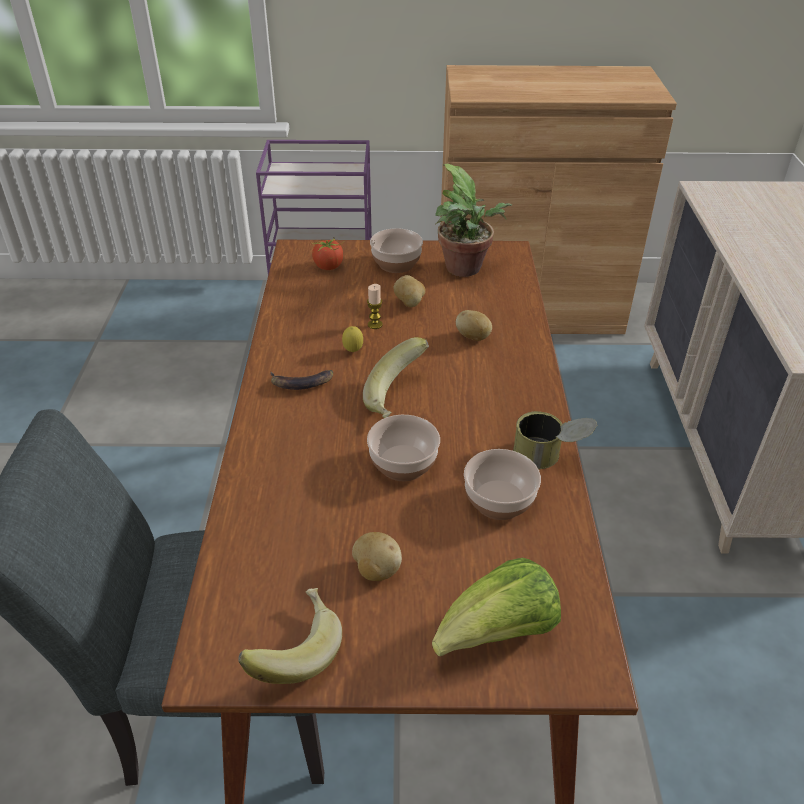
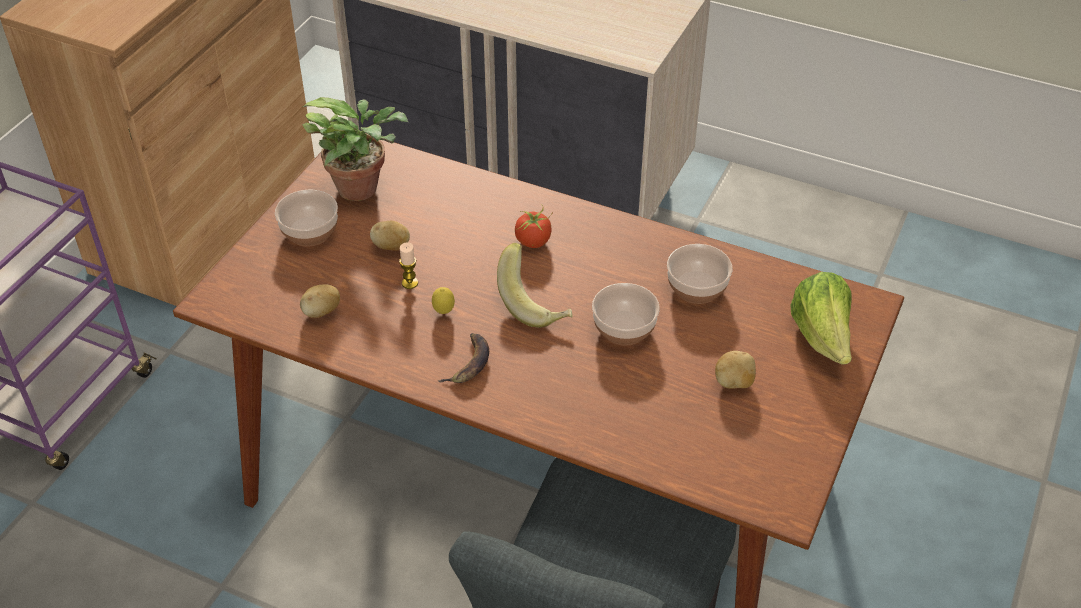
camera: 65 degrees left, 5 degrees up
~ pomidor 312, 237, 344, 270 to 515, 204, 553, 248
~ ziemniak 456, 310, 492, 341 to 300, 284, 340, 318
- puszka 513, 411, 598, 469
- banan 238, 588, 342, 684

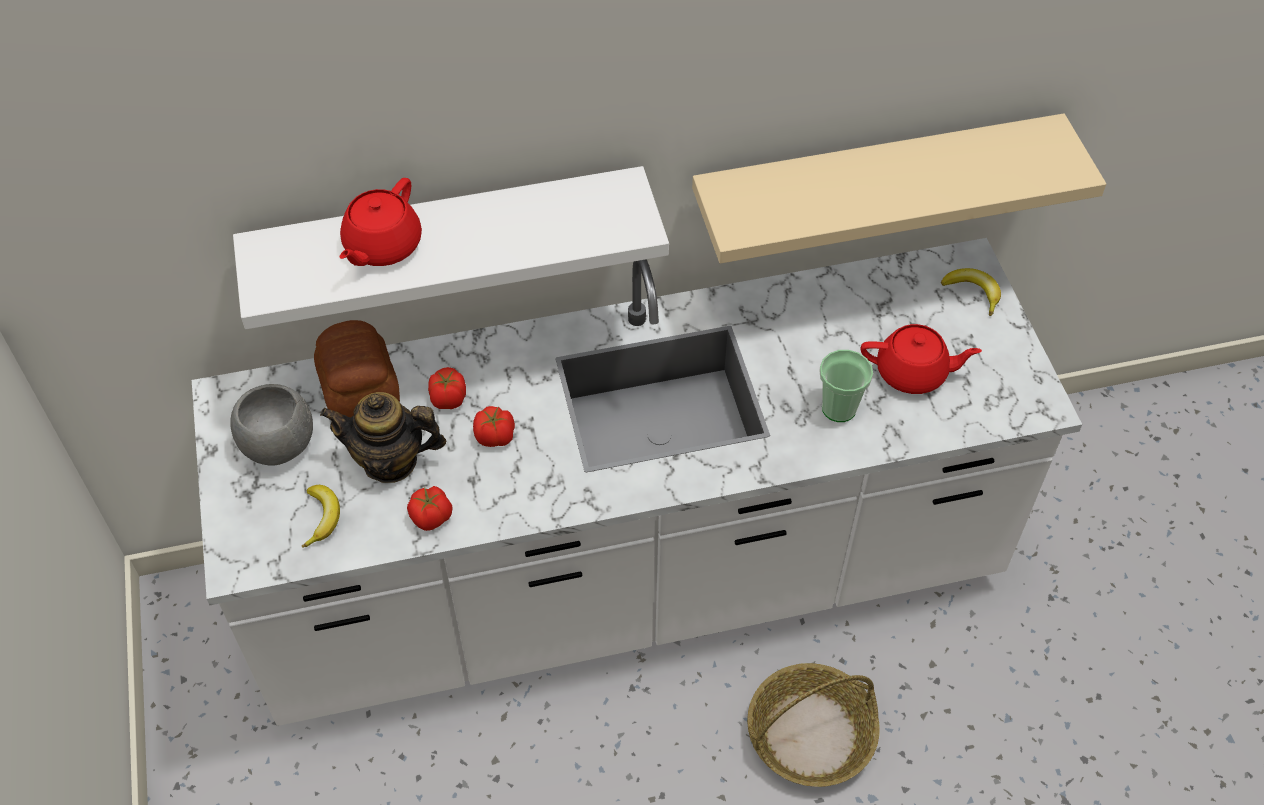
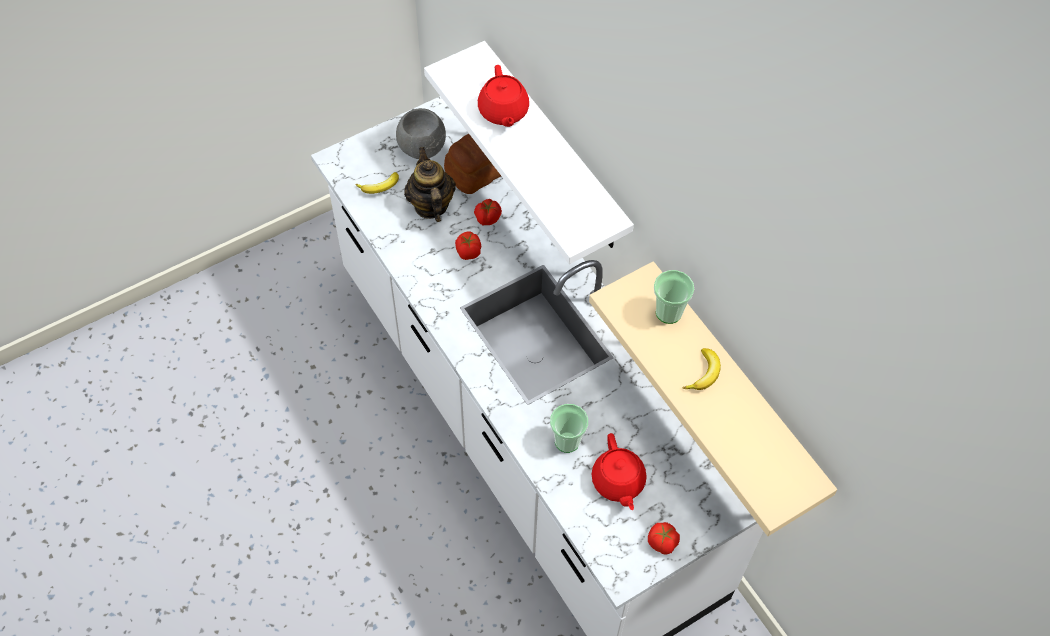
camera: 70 degrees right, 5 degrees up
~ imbryk/czerwony 340, 178, 422, 266 = 478, 65, 529, 127 105 degrees counterclockwise
~ banan 941, 268, 1001, 316 to 683, 348, 721, 390
~ pomidor 407, 486, 452, 531 to 648, 522, 680, 555
- koszyk 747, 663, 880, 787
+ filiżanka 654, 270, 694, 324

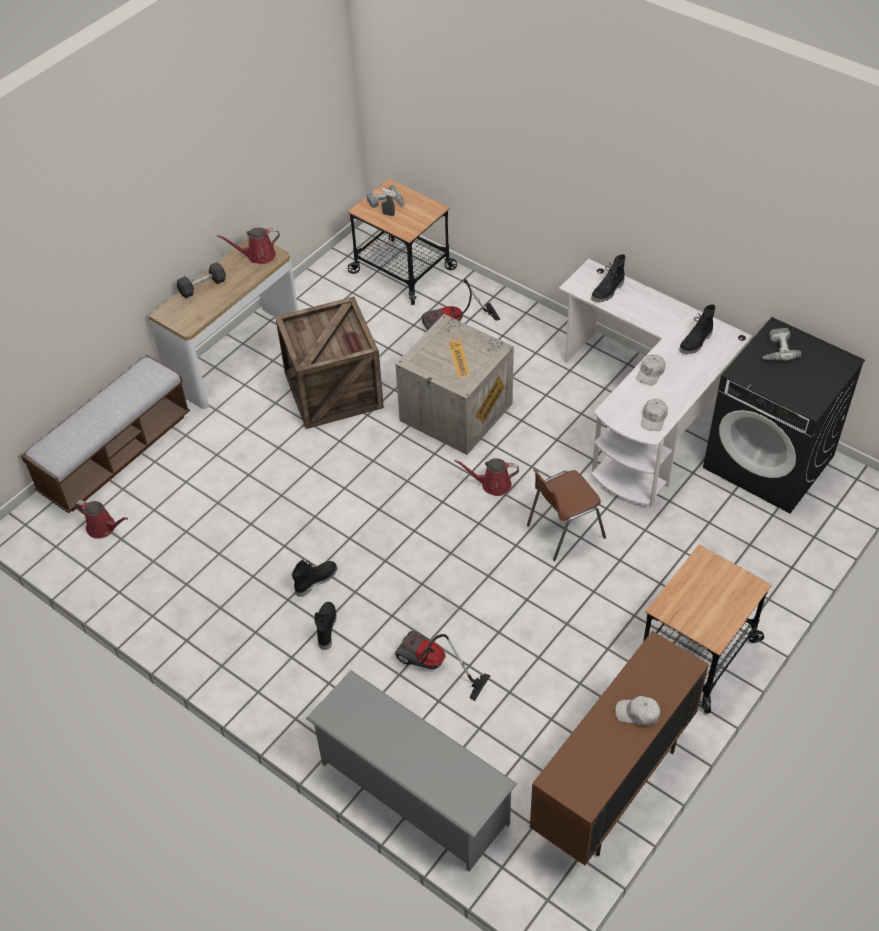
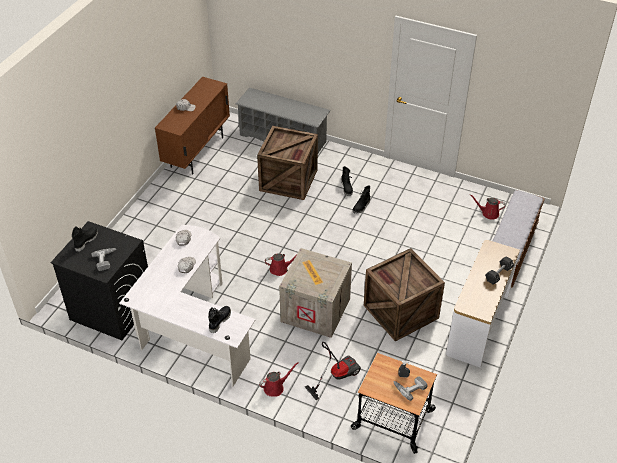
camera: 165 degrees right, 5 degrees down
~ konewka/czerwony 217, 227, 280, 264 to 259, 362, 298, 397
~ but z cholewką/czarny 679, 304, 715, 354 to 72, 226, 98, 252
- krzesło/brązowy 527, 469, 606, 561
- wózek 643, 544, 772, 713
~ odkurzacz 395, 631, 490, 701 to skrzynka 257, 126, 318, 200

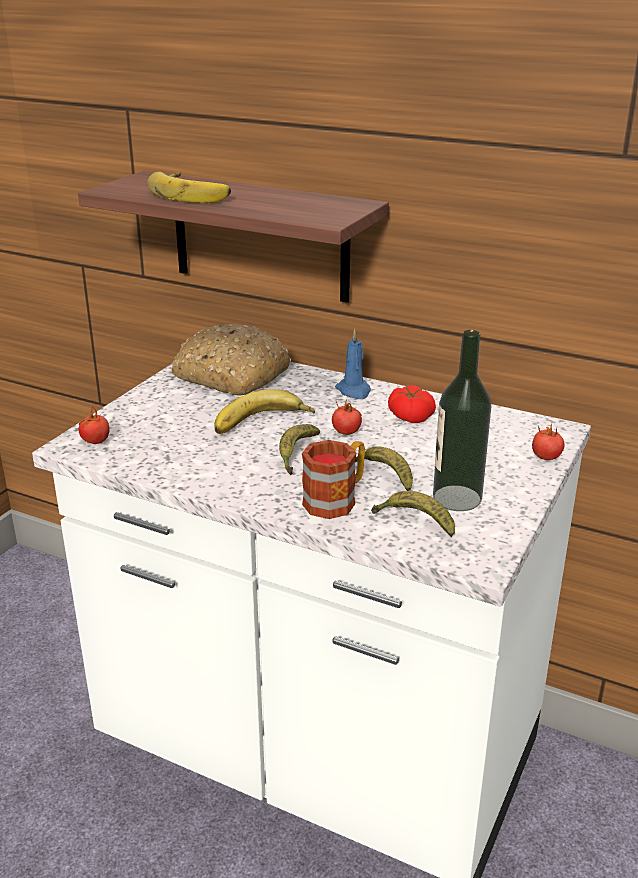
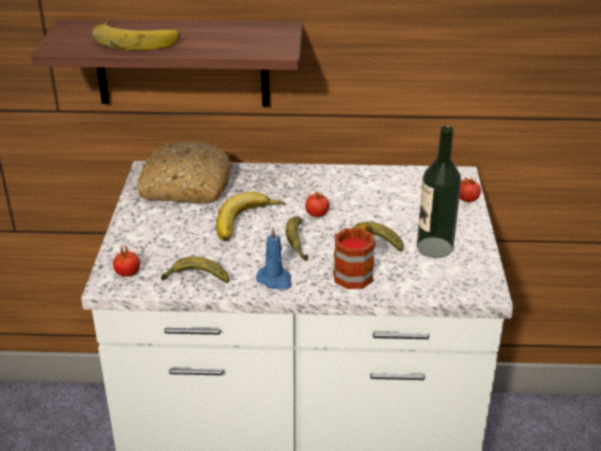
camera: 25 degrees left, 5 degrees up
~ świeca/niebieski 335, 329, 371, 399 to 256, 227, 292, 290
- pomidor 388, 385, 436, 423
~ banan 371, 491, 455, 537 to 161, 256, 229, 283

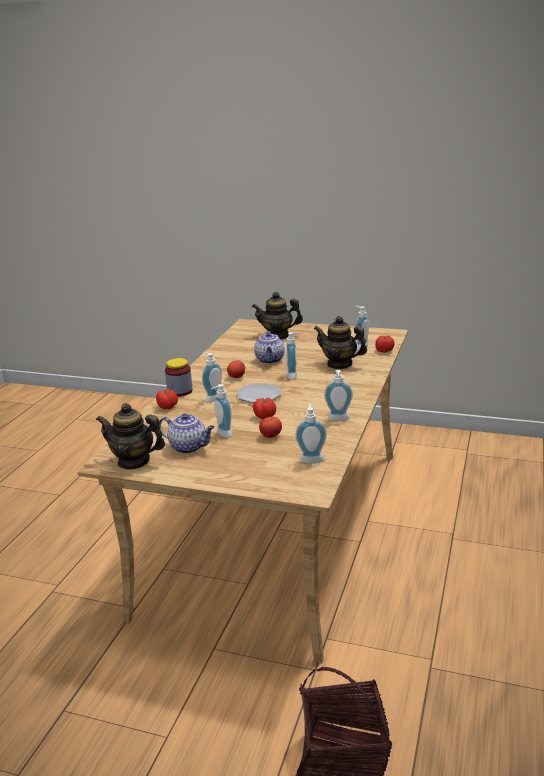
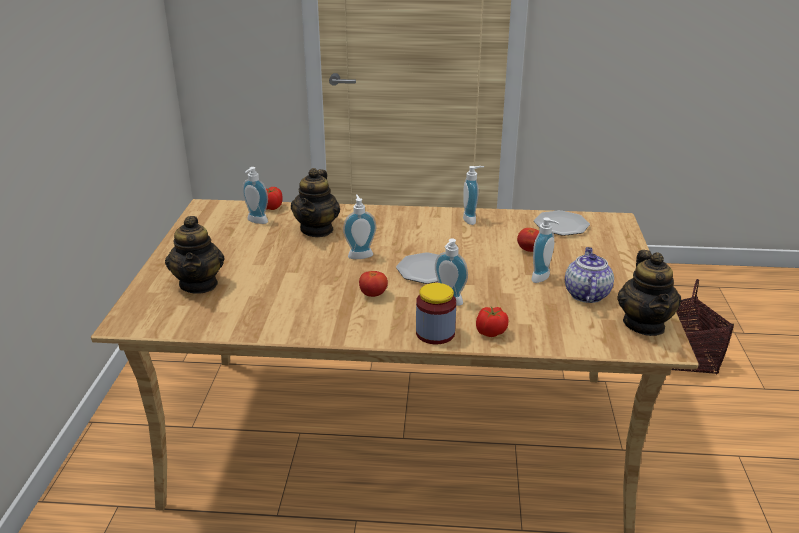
camera: 105 degrees left, 5 degrees up
- imbryk 254, 331, 285, 364
- pomidor 253, 398, 276, 419
~ dozownik mydła 295, 404, 327, 463 to talerz 534, 210, 590, 236

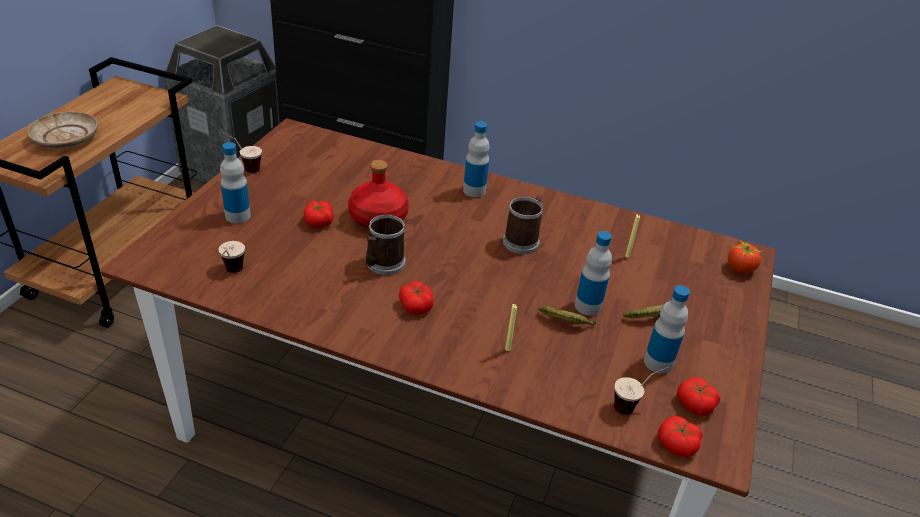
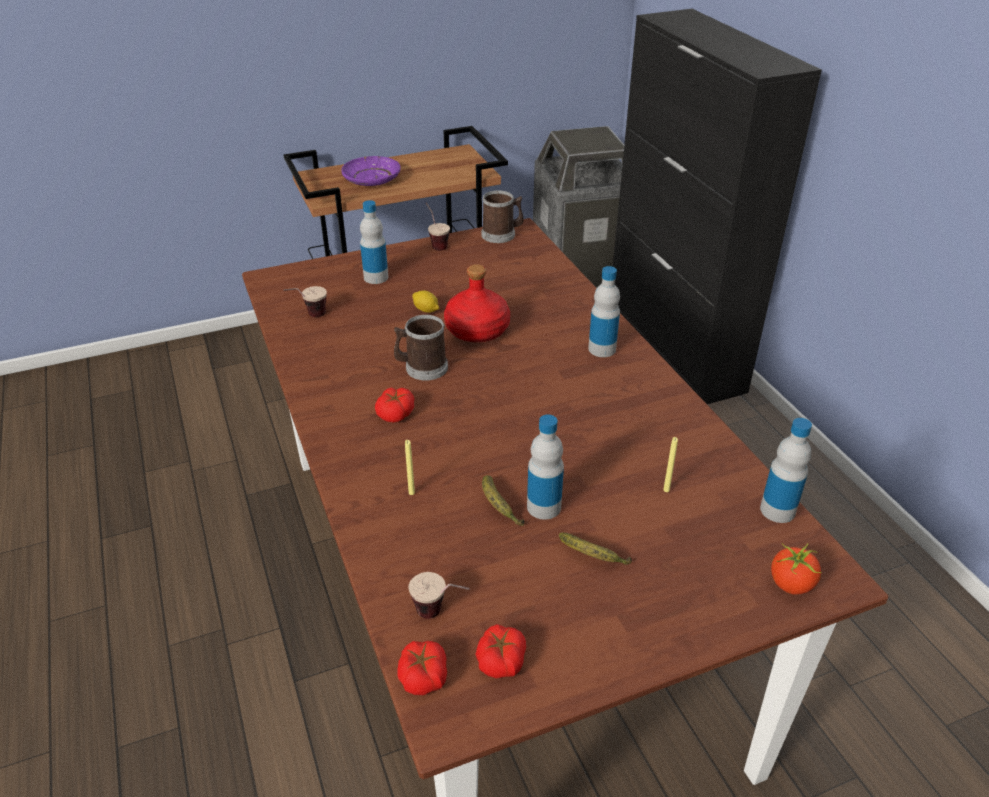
camera: 50 degrees right, 0 degrees up
~ talerz/beżowy 27, 112, 98, 148 to talerz/fioletowy 341, 156, 401, 186
~ kubek 503, 196, 543, 254 to 481, 190, 524, 243
~ pomidor 304, 200, 333, 228 to cytryna 412, 291, 439, 313
~ butelka 644, 285, 690, 373 to 760, 418, 812, 523

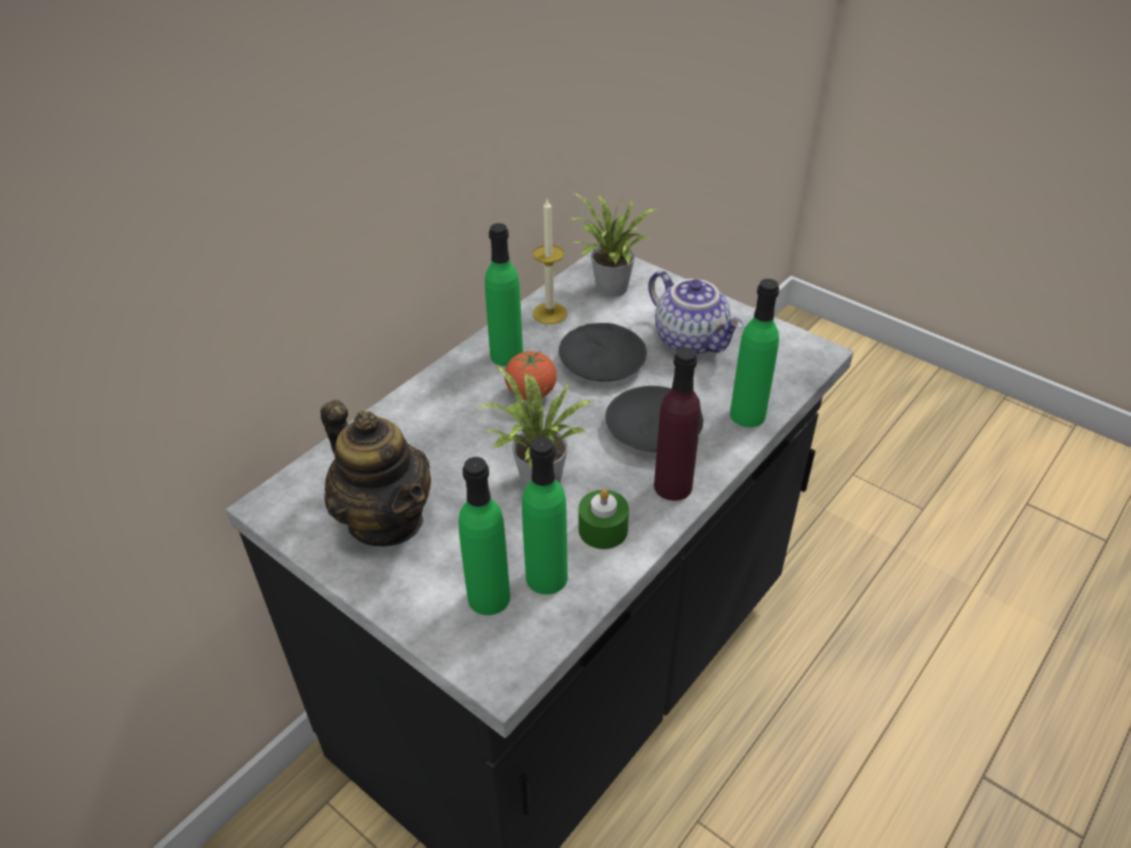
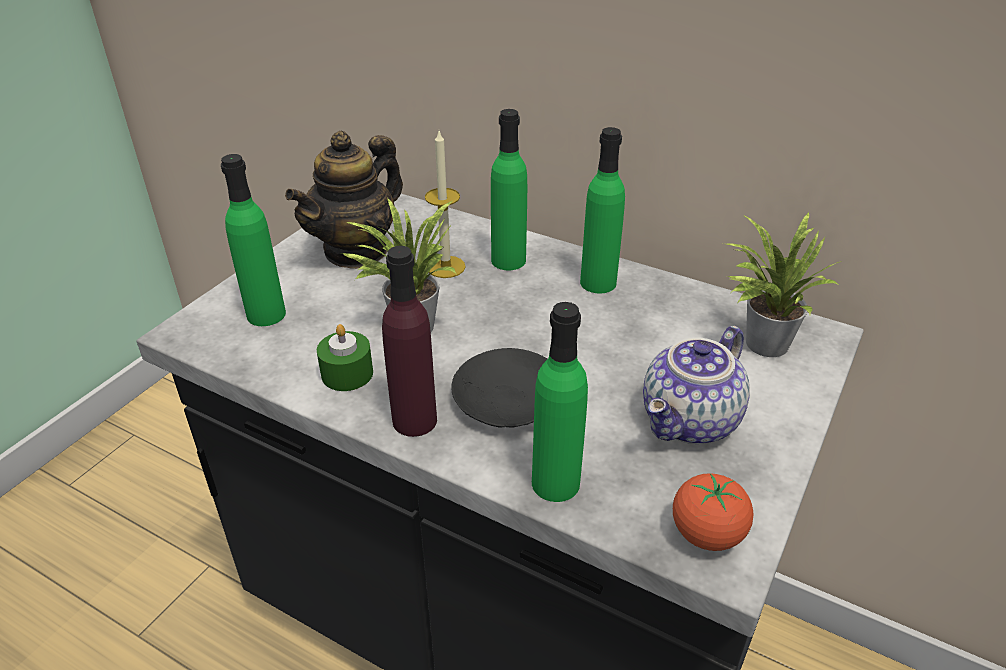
camera: 80 degrees right, 5 degrees down
~ świeca 533, 199, 567, 324 to 425, 131, 466, 278
- talerz/czarny 559, 323, 647, 381
~ pomidor 505, 351, 557, 400 to 673, 473, 754, 551
~ butelka/zielony 522, 437, 568, 595 to 491, 109, 527, 270

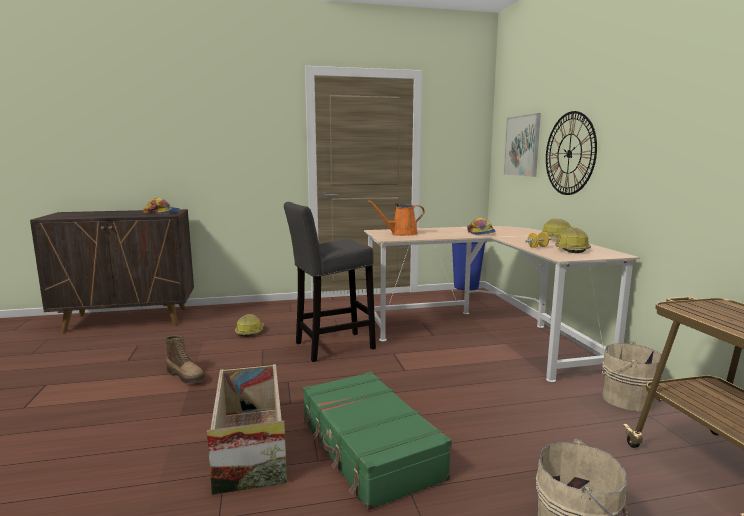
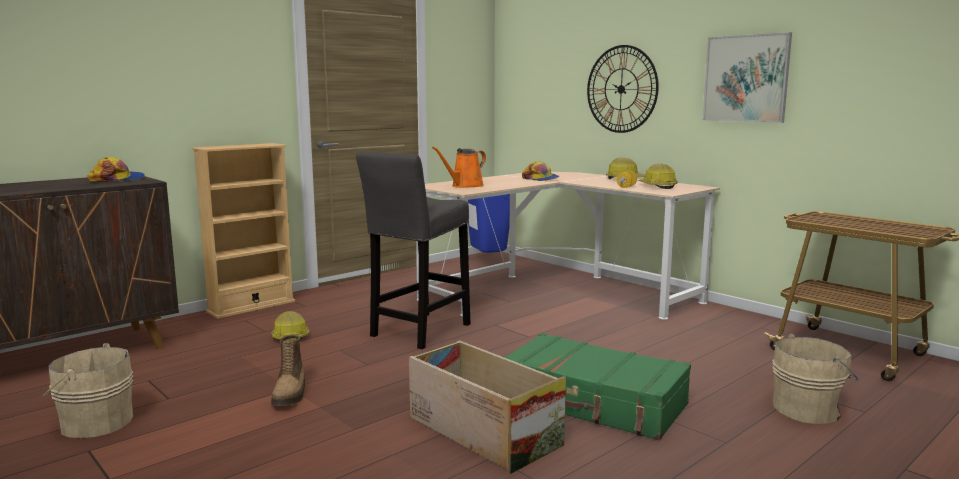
camera: 30 degrees left, 0 degrees up
~ obraz 504, 113, 541, 177 to 703, 32, 792, 123
~ but z cholewką 165, 335, 205, 384 = 271, 334, 305, 406 75 degrees clockwise
~ wiadro/beżowy 601, 341, 663, 411 to 43, 343, 133, 438
+ regał/beżowy 192, 143, 295, 319

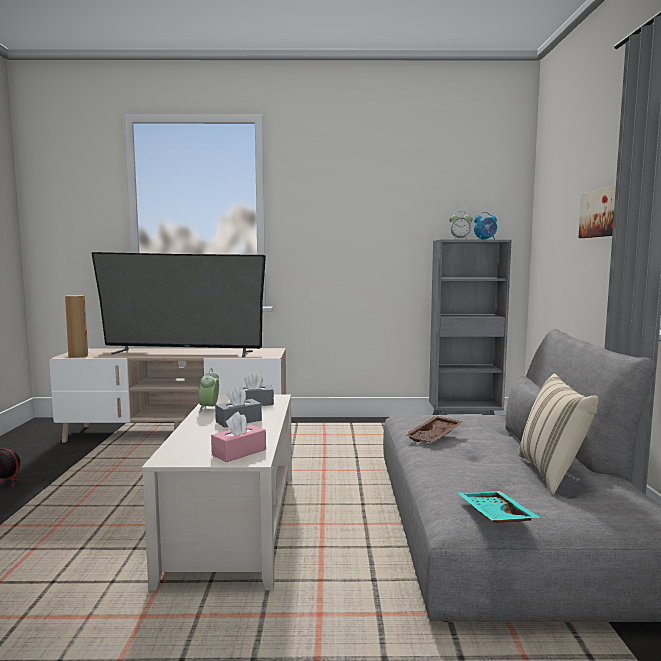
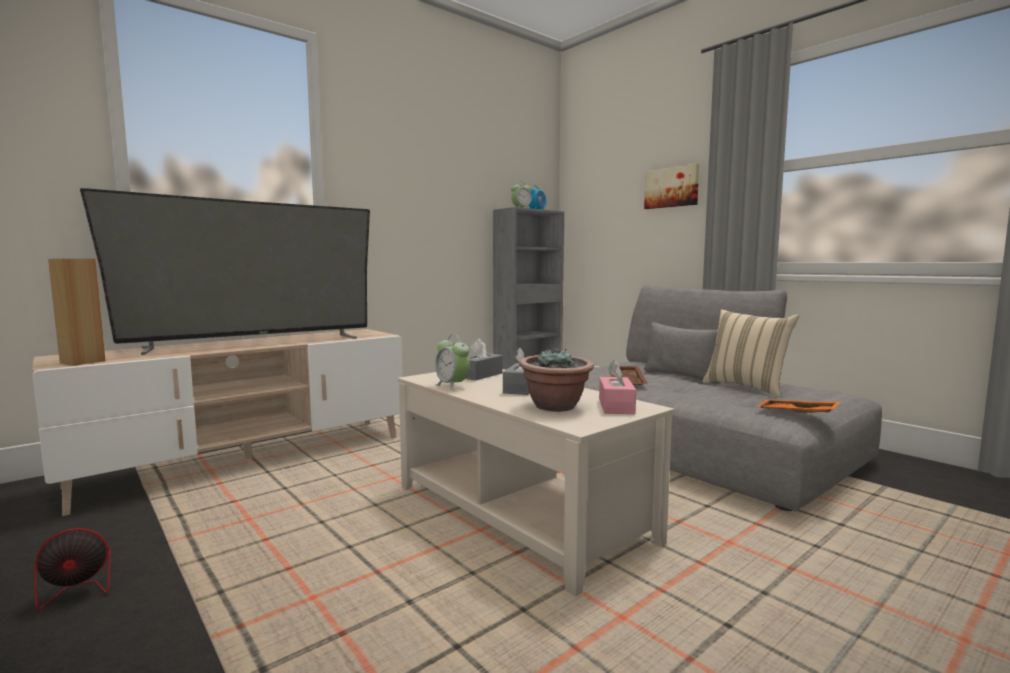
camera: 40 degrees left, 0 degrees up
~ taca/turkusowy 457, 491, 541, 523 to taca/pomarańczowy 755, 399, 841, 413
+ roślina doniczkowa 519, 347, 594, 412

